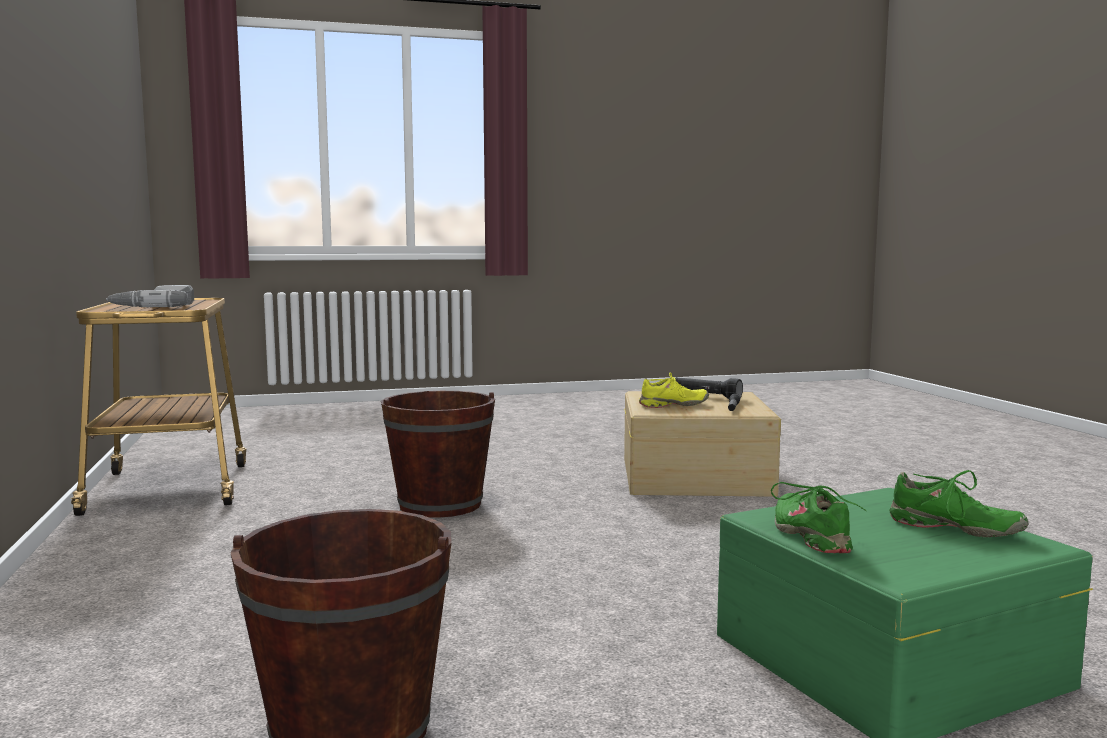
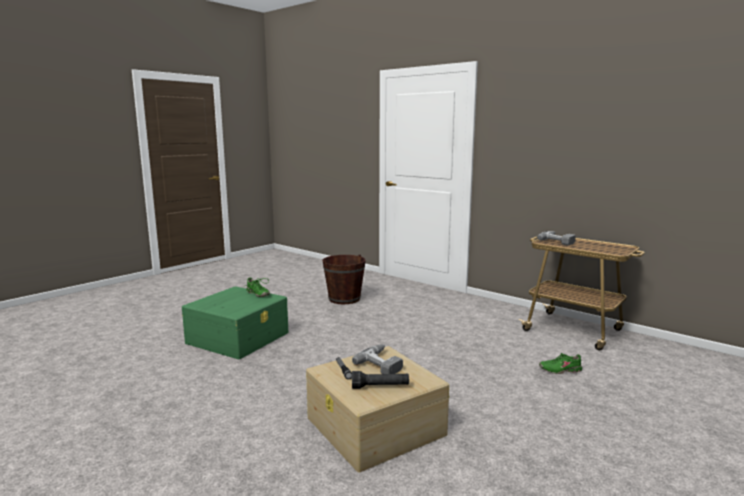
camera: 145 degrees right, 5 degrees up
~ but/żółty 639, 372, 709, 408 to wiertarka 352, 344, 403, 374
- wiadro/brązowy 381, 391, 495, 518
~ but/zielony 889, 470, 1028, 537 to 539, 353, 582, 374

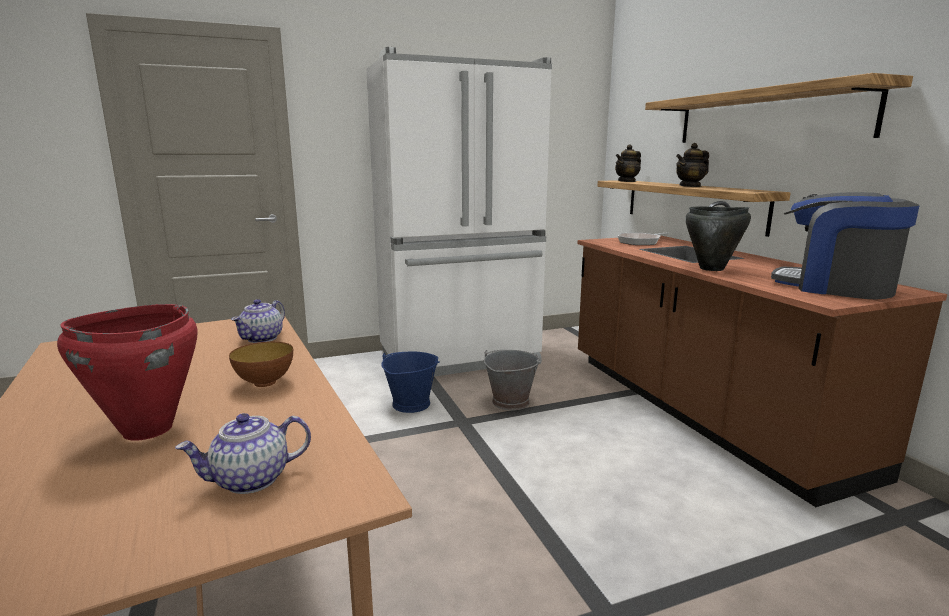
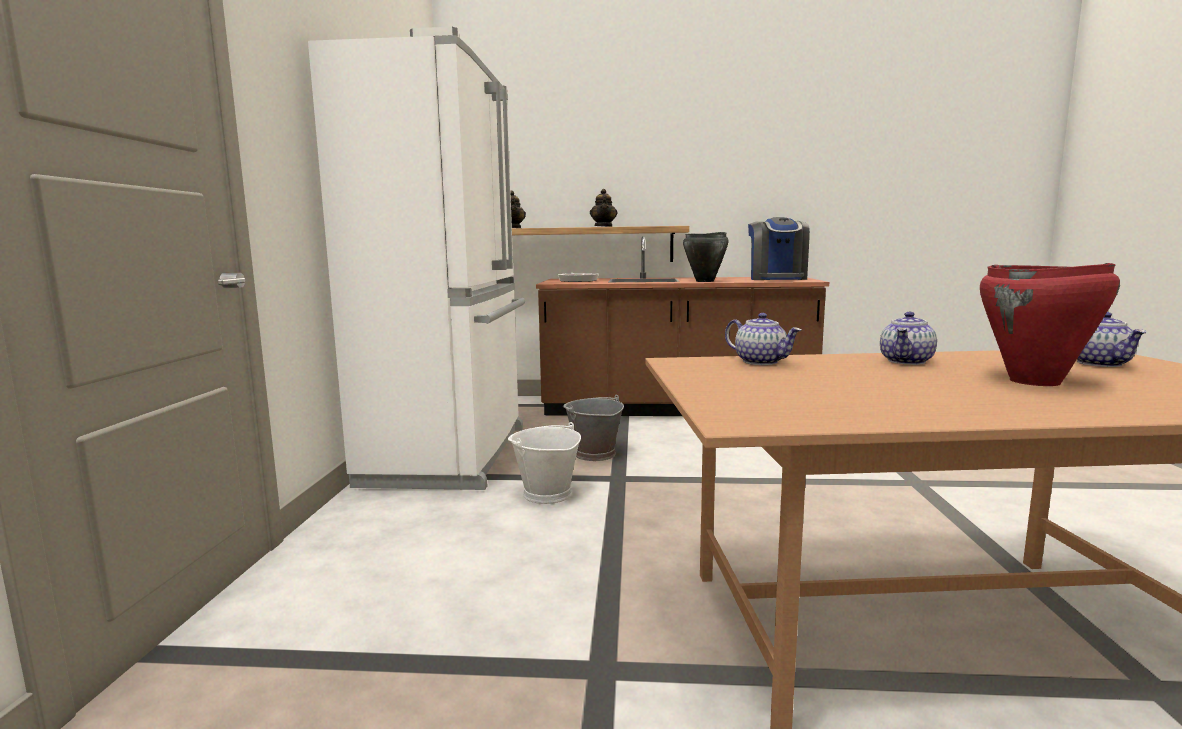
camera: 65 degrees left, 5 degrees down
- półka 645, 73, 913, 143
~ ekspres do kawy 771, 192, 920, 299 = 748, 217, 810, 280 60 degrees counterclockwise
~ miska 229, 341, 293, 387 to imbryk 880, 312, 937, 365
~ wiadro/niebieski 381, 351, 440, 413 to wiadro/biały 508, 422, 581, 504

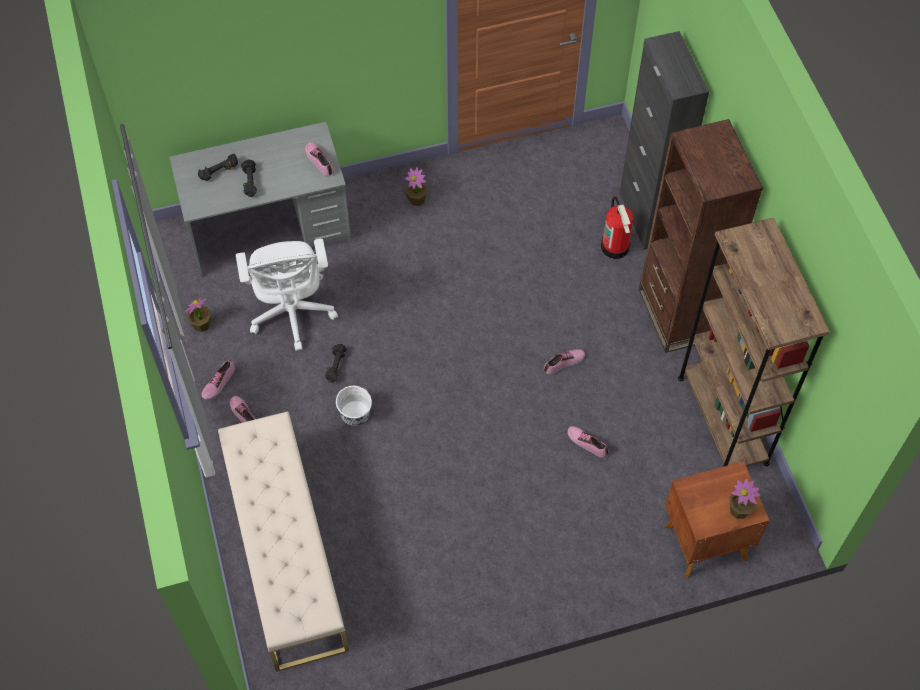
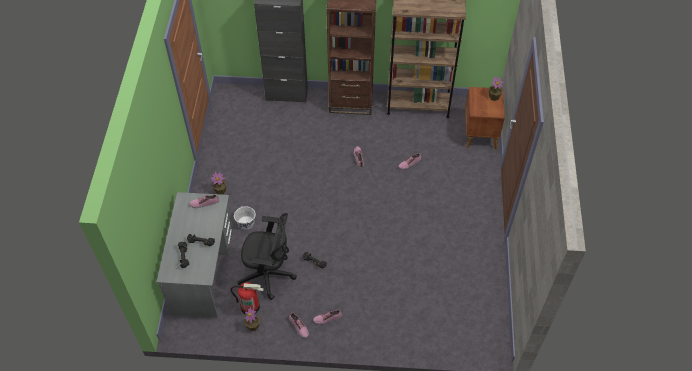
camera: 70 degrees left, 5 degrees down
~ gaśnica 601, 196, 633, 259 to 230, 282, 264, 314
~ krzesło biurowe/biały 236, 239, 338, 351 to krzesło biurowe/czarny 238, 213, 297, 300
~ wiadro/biały 336, 386, 372, 426 to 234, 206, 256, 230
- ławka/beżowy 218, 411, 349, 672

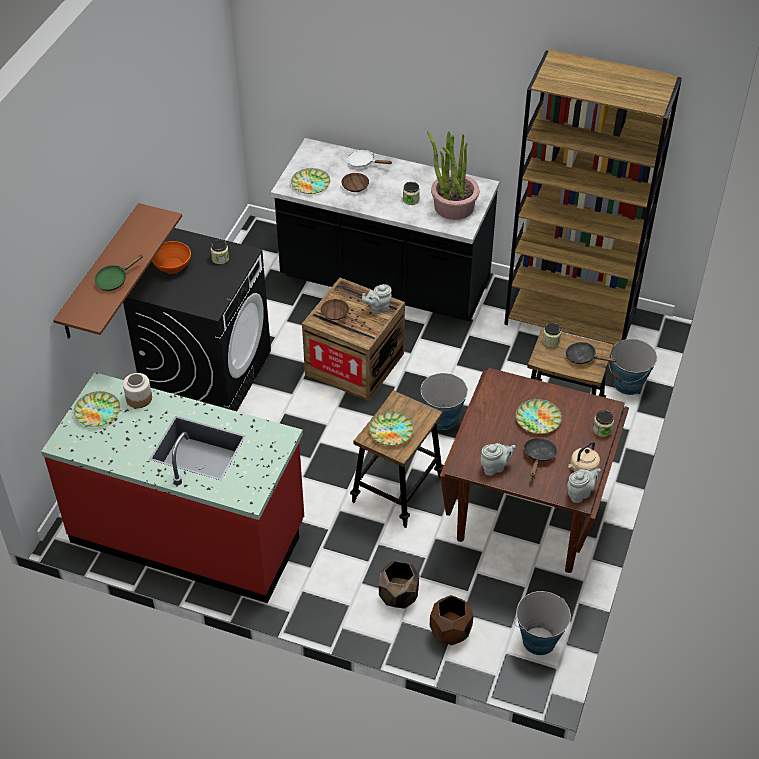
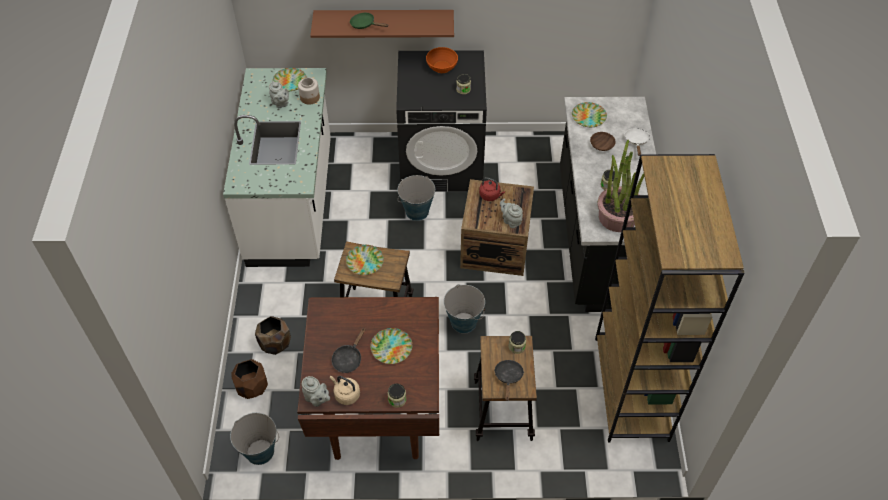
camera: 70 degrees right, 5 degrees up
~ miska/brązowy 321, 299, 349, 320 to czajnik/czerwony 479, 177, 505, 201
~ wiadro 609, 339, 657, 395 to 397, 175, 435, 221
~ zabudowa kuchenna/czerwony 41, 372, 304, 603 to zabudowa kuchenna/biały 223, 68, 331, 267
~ patelnia/czarny 524, 438, 557, 477 = 332, 328, 365, 373 120 degrees clockwise
~ imbryk/szary 481, 443, 516, 476 to 269, 81, 289, 108

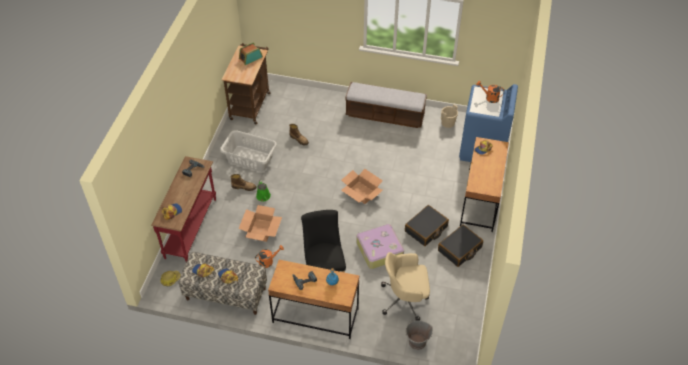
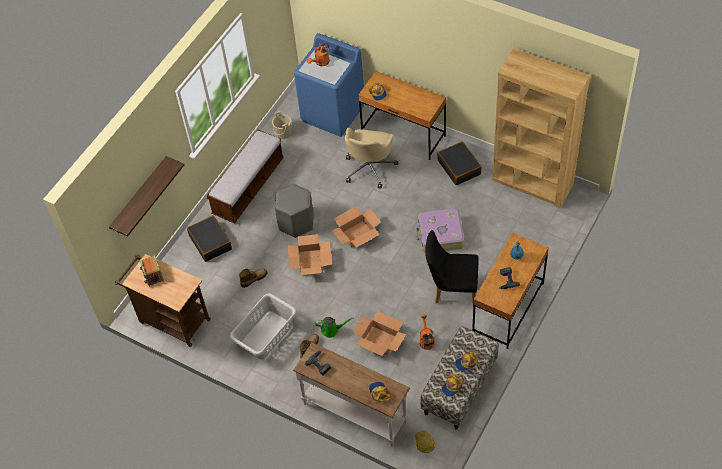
camera: 70 degrees left, 5 degrees up
~ stolik konsolowy/czerwony 151, 156, 216, 262 to stolik konsolowy/biały 293, 342, 410, 447
~ walizka/czarny 405, 205, 449, 246 to 187, 215, 232, 262
~ krzesło biurowe/beżowy 381, 252, 430, 321 to 345, 128, 398, 189
- wiadro/szary 405, 320, 433, 350
+ regał/brązowy 492, 48, 590, 208
+ półka 109, 156, 184, 237
+ stołek/szary 274, 183, 314, 238
+ karton 288, 234, 332, 275

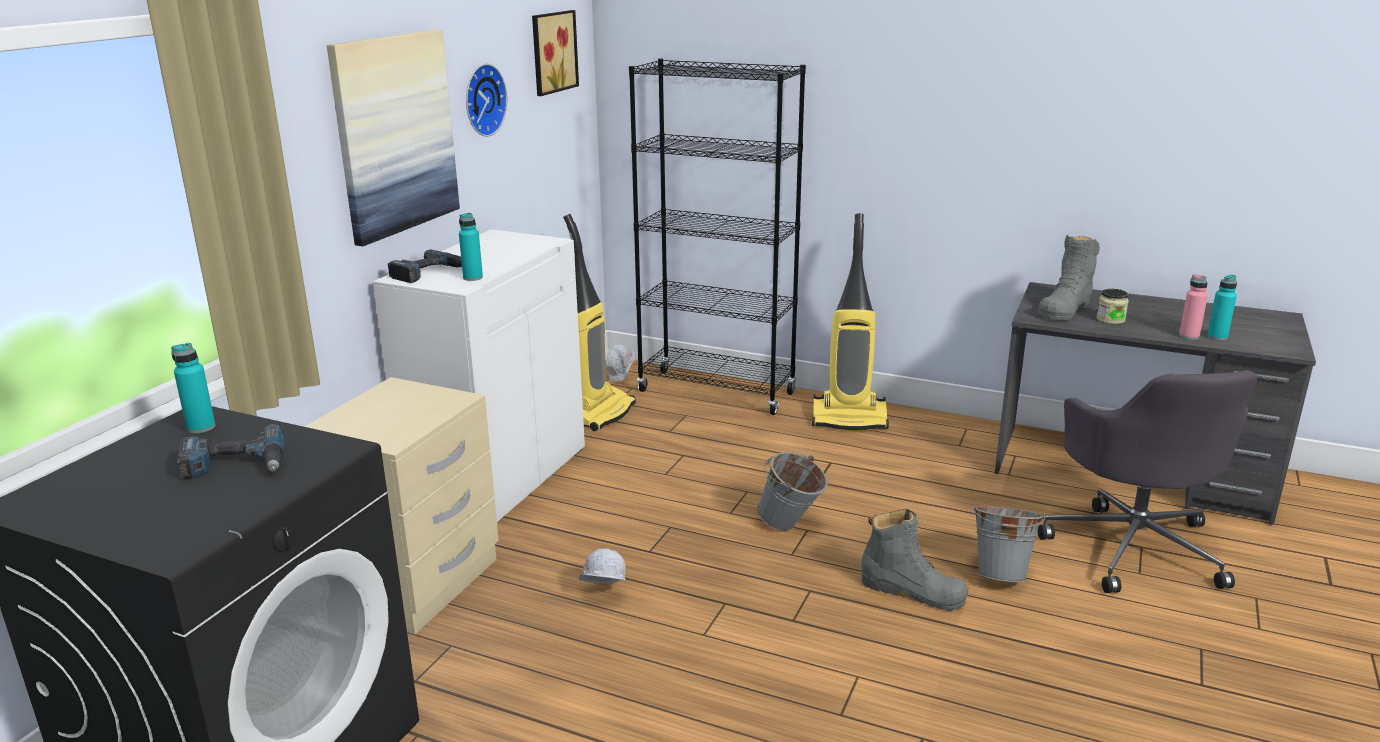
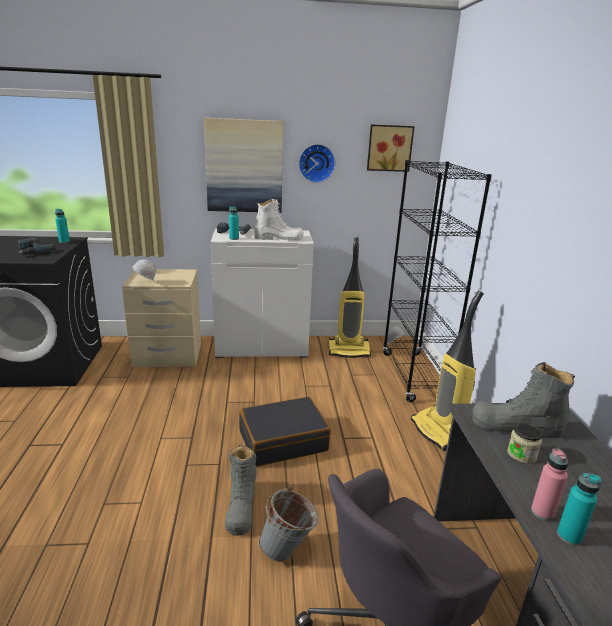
camera: 60 degrees right, 0 degrees up
~ wiadro/szary 757, 452, 828, 531 to walizka/czarny 239, 397, 331, 467
~ kask/biały 579, 548, 626, 585 to 132, 259, 156, 282
+ but z cholewką/biały 254, 199, 304, 240

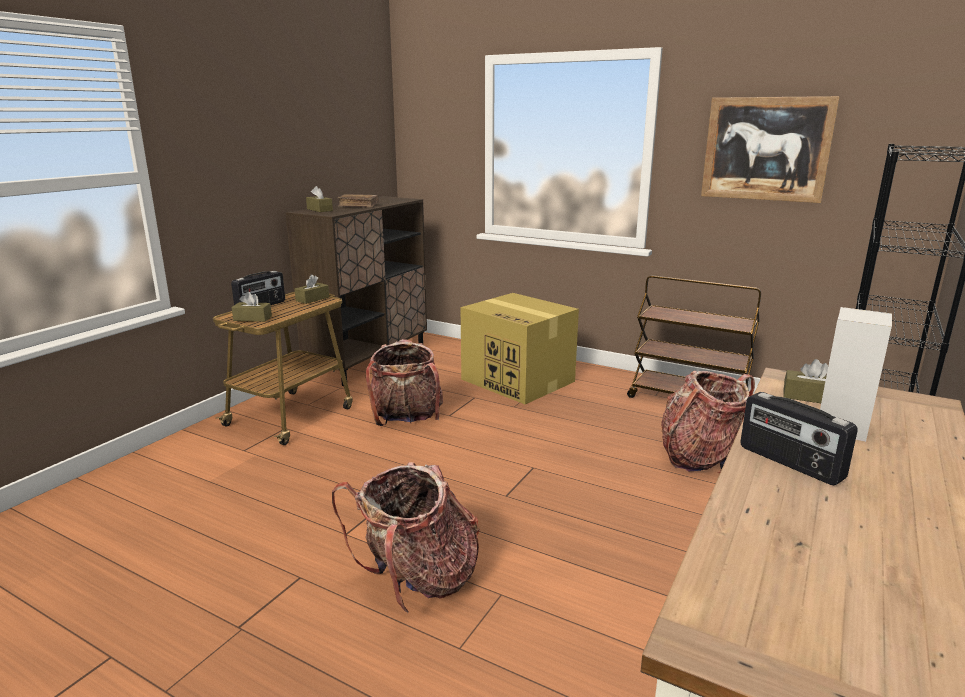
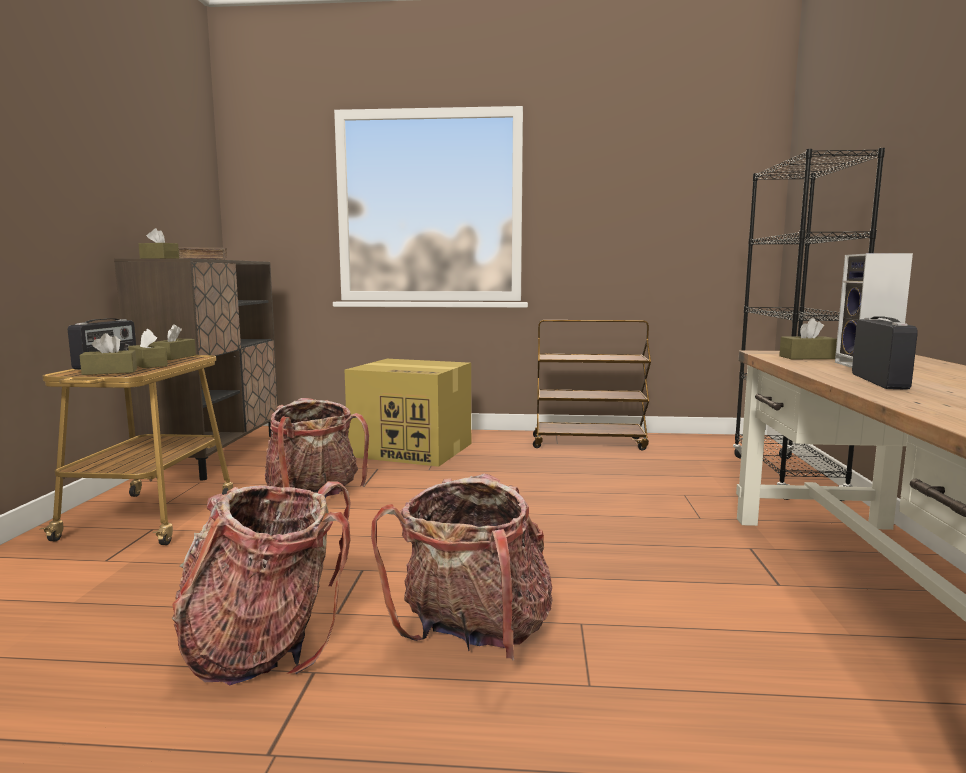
camera: 25 degrees left, 10 degrees down
- obraz 701, 96, 840, 203
~ plecak 661, 370, 755, 473 to 171, 481, 351, 685
~ radio 740, 392, 858, 485 = 852, 316, 918, 390 105 degrees counterclockwise
+ pudełko chusteczek/brązowy 128, 329, 168, 368

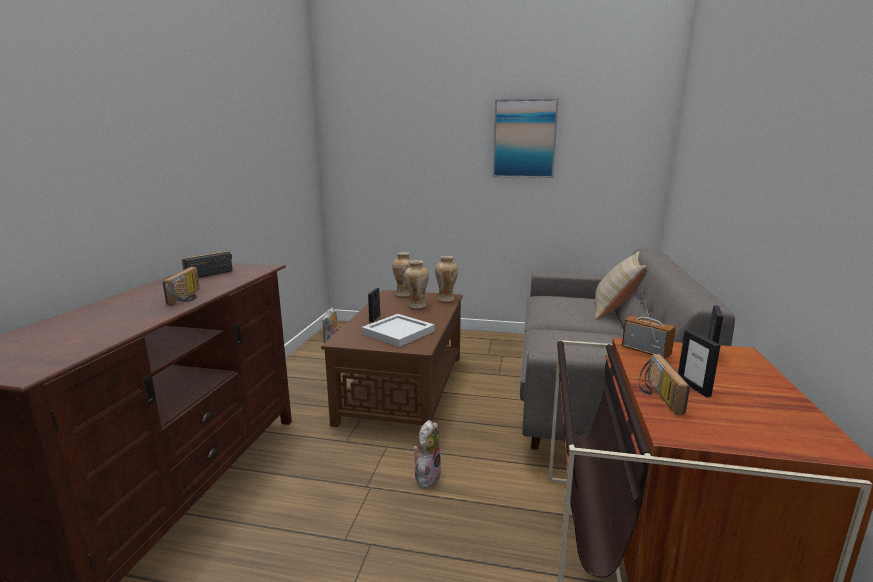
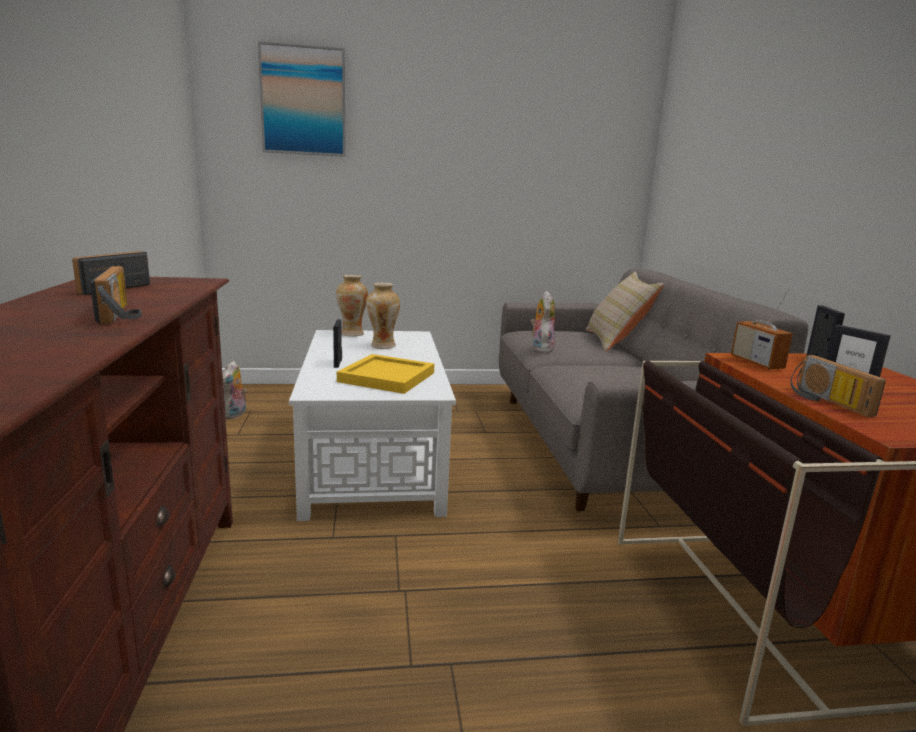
camera: 20 degrees left, 0 degrees up
~ obraz 493, 99, 559, 178 to 258, 41, 346, 157
- wazon 435, 256, 458, 302
~ ława/brązowy 321, 290, 463, 427 to ława/biały 289, 330, 456, 521
~ radio 622, 290, 676, 359 = 731, 288, 793, 370 135 degrees counterclockwise
~ taca/biały 362, 314, 435, 347 to taca/żółty 337, 354, 434, 394
~ pluszak 413, 420, 442, 488 to 530, 291, 555, 353

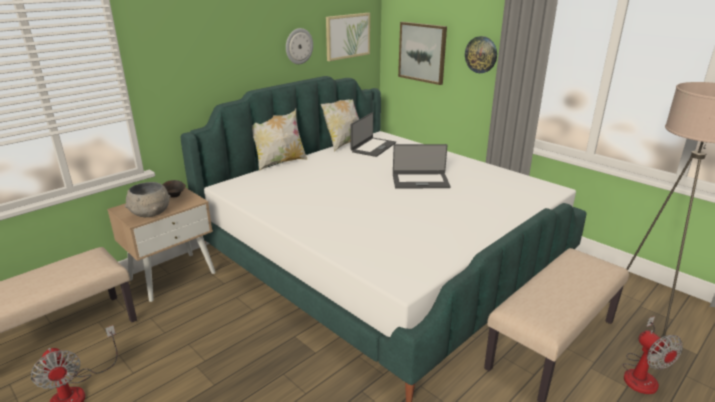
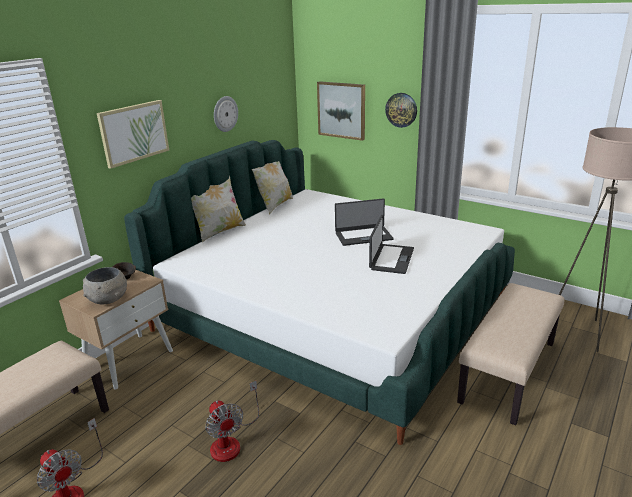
camera: 10 degrees left, 0 degrees up
~ obraz 326, 13, 370, 61 to 97, 100, 169, 169
~ laptop 350, 113, 396, 157 to 369, 215, 414, 274
~ wentylator 622, 316, 683, 394 to 205, 381, 259, 462

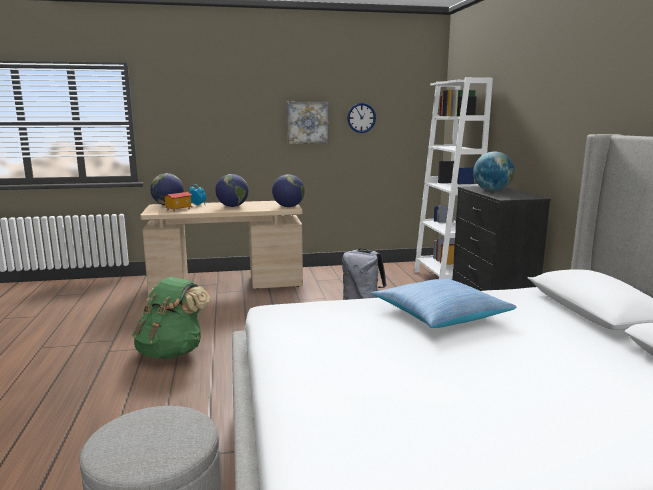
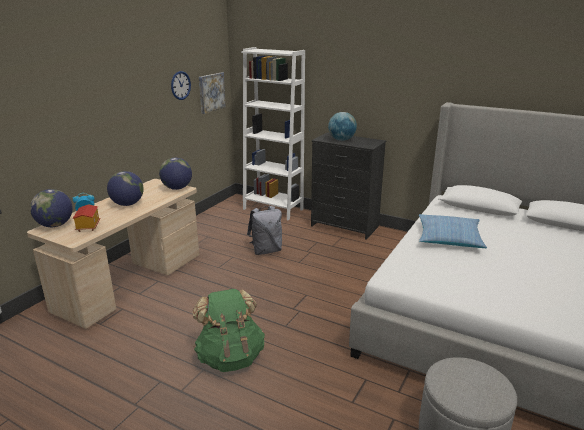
camera: 50 degrees left, 10 degrees up
~ obraz 287, 102, 329, 144 to 199, 72, 226, 114

